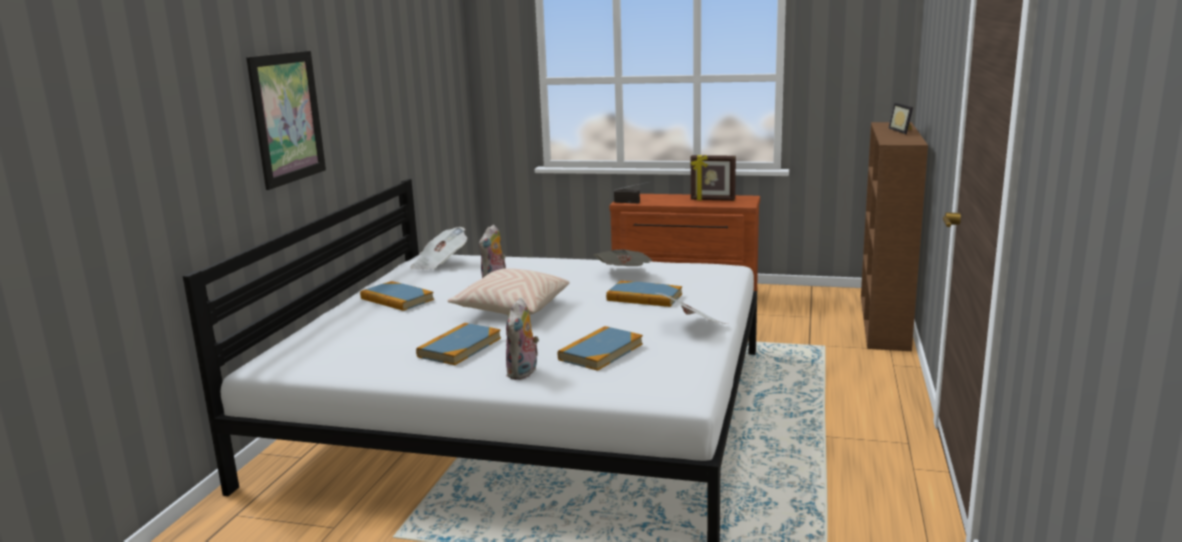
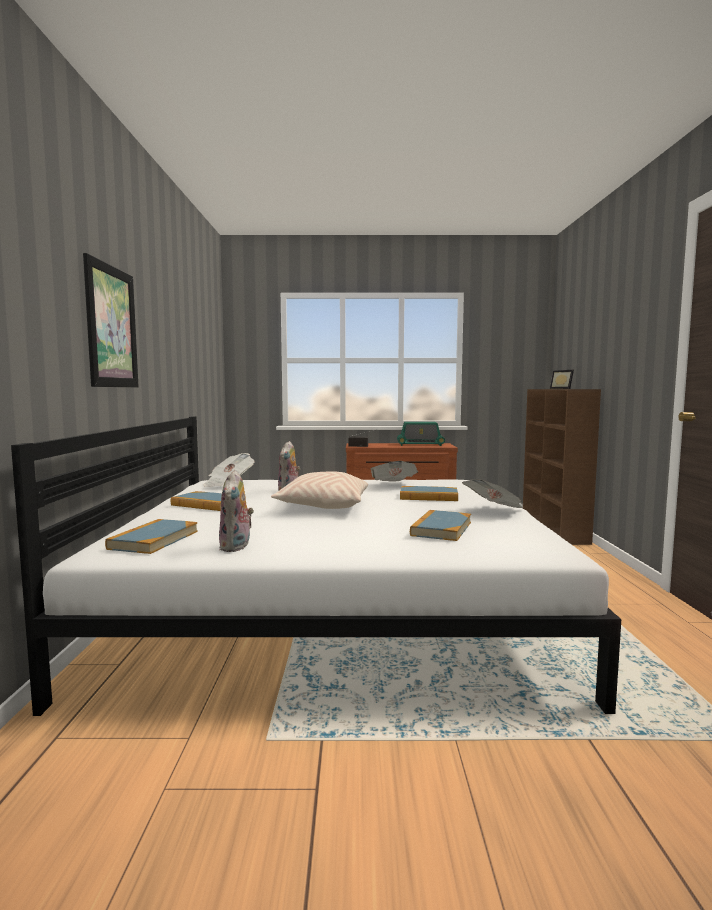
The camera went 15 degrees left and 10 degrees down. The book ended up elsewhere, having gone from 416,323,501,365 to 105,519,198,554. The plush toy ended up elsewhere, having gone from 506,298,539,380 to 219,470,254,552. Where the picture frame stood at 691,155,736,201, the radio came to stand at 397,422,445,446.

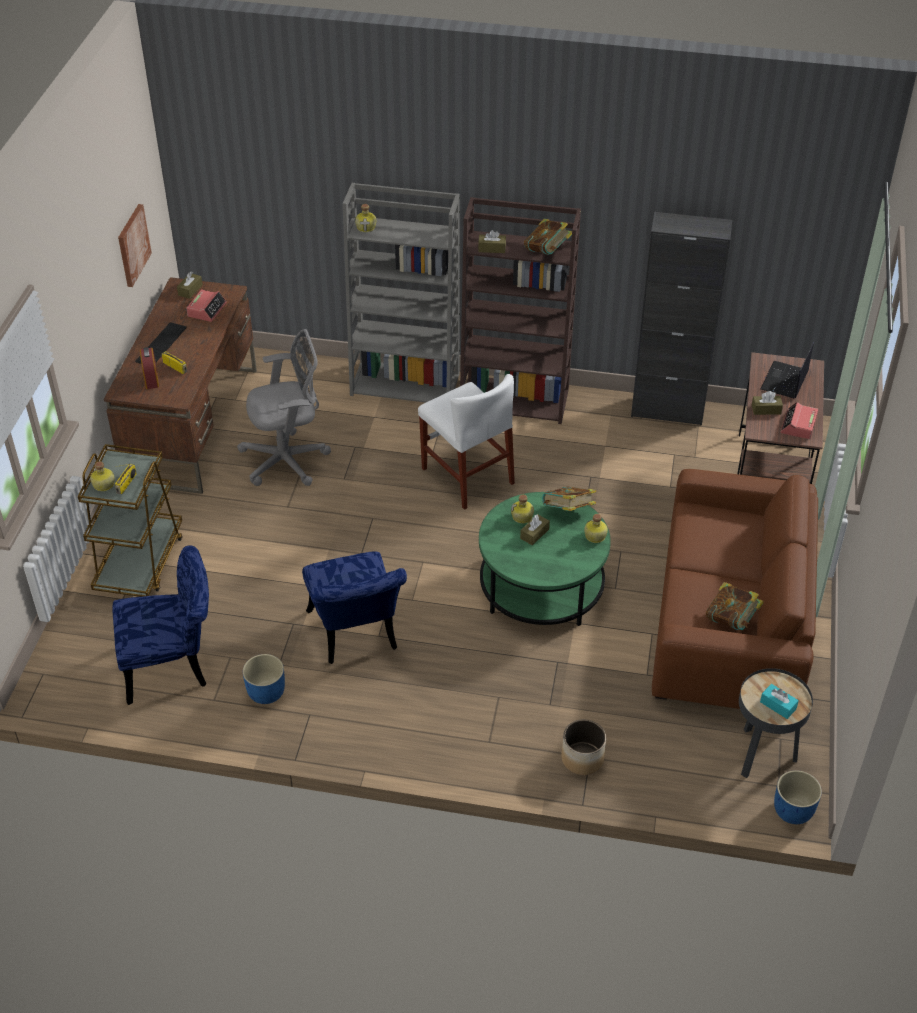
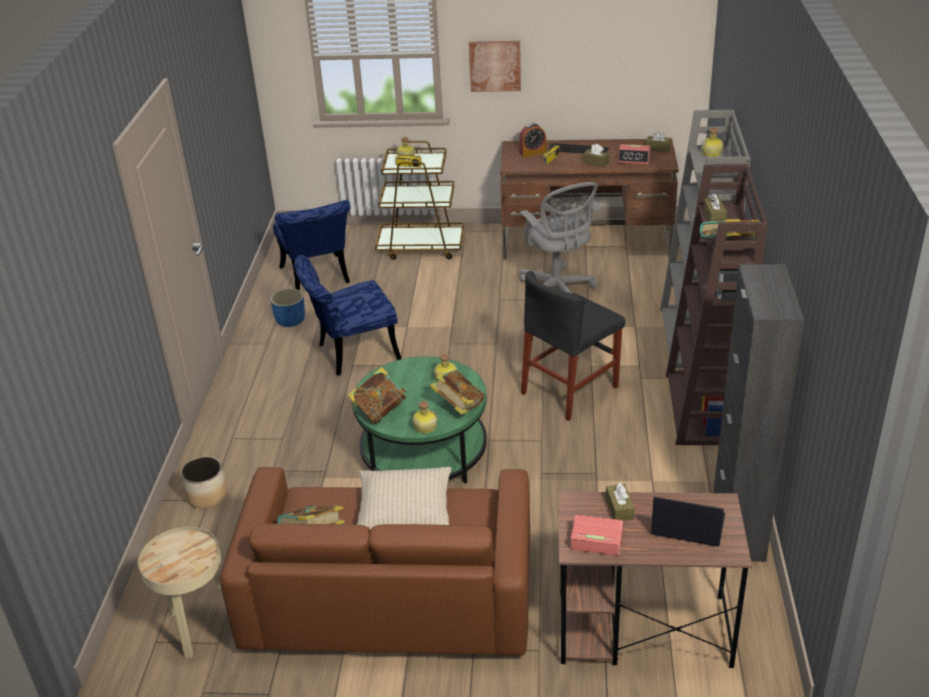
The camera went 85 degrees right and 10 degrees down. The picture ended up elsewhere, having gone from 118,204,152,287 to 469,41,521,92. What was the white chair at 418,374,515,510 turned into the black chair at 521,271,625,421. The brown tissue box ended up elsewhere, having gone from 520,514,550,545 to 583,144,609,167. What was the black side table at 739,668,813,778 turned into the beige side table at 138,527,224,658. The second view lost the turquoise tissue box at 760,684,799,719. The second view lost the blue planter at 774,770,822,824. The second view gained the book at 347,367,407,424. The second view gained the beige pillow at 357,467,452,530.

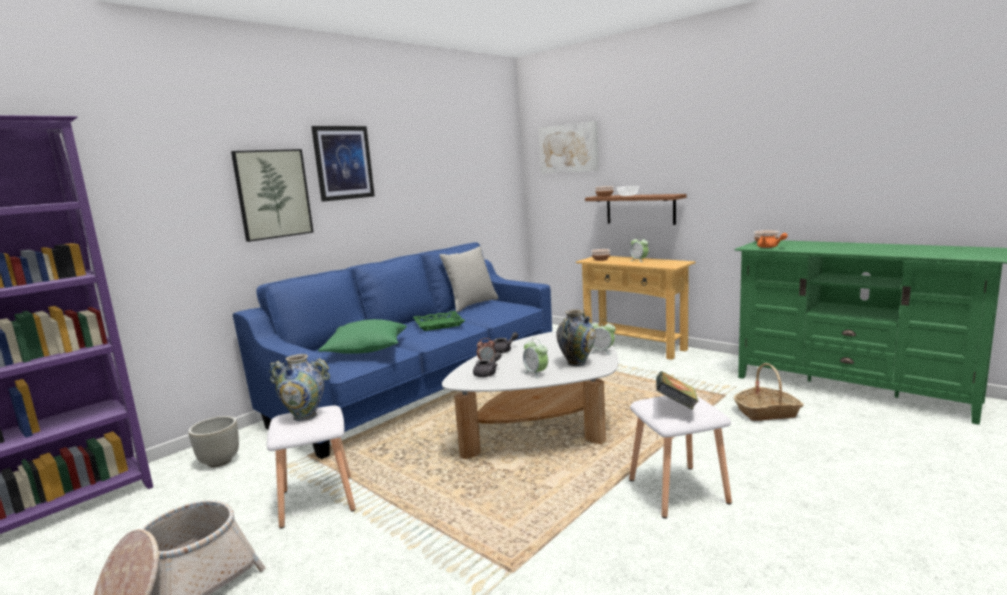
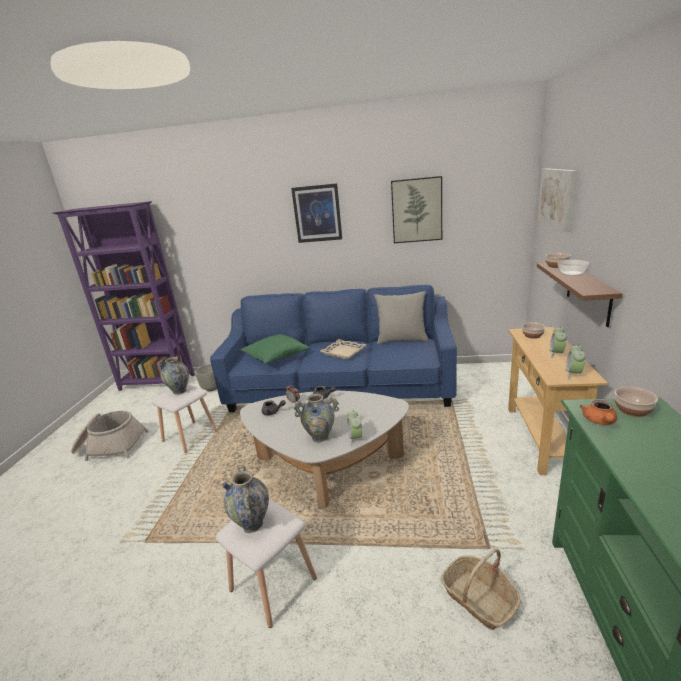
The camera went 55 degrees right and 10 degrees up. The picture ended up elsewhere, having gone from 231,149,314,242 to 391,176,442,243. What was the green tray at 413,311,465,331 turned into the beige tray at 320,339,366,360. The alarm clock ended up elsewhere, having gone from 523,338,548,379 to 565,344,585,379. Where the book stood at 656,371,699,410, the vase came to stand at 222,465,269,533.

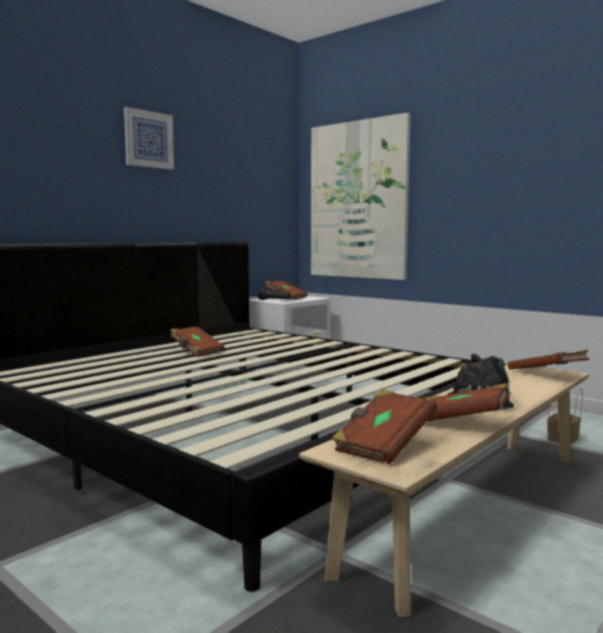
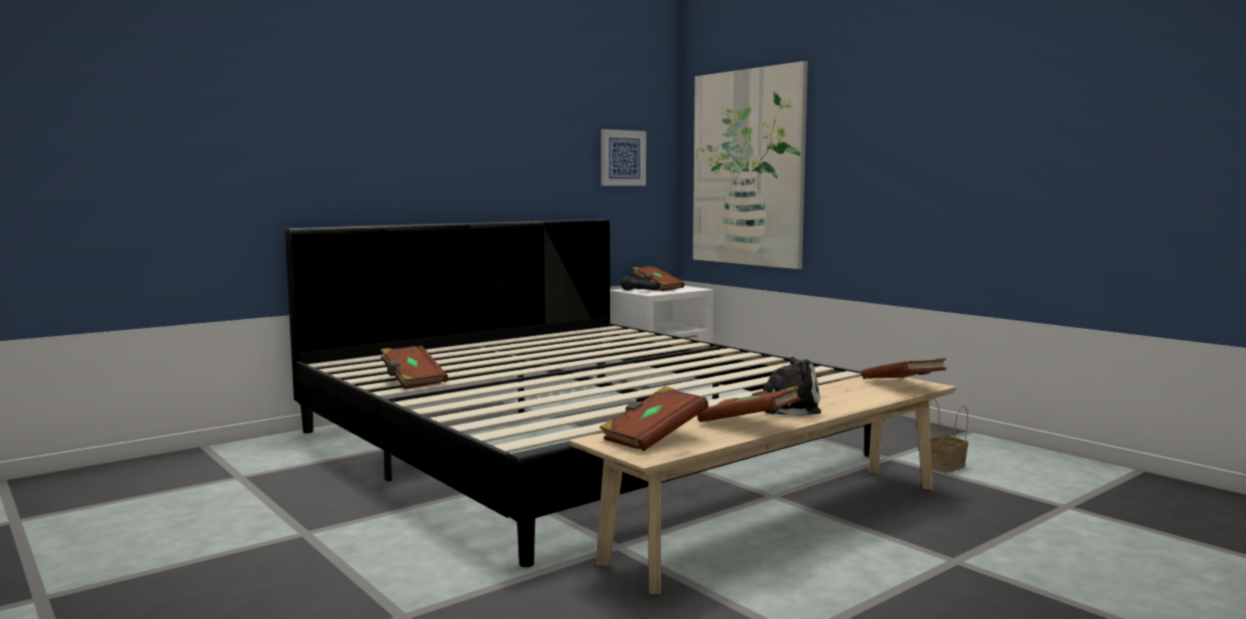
The camera went 10 degrees right and 0 degrees up. The picture ended up elsewhere, having gone from 124,107,174,170 to 601,129,646,186. The brown book ended up elsewhere, having gone from 170,326,225,357 to 381,345,448,389.

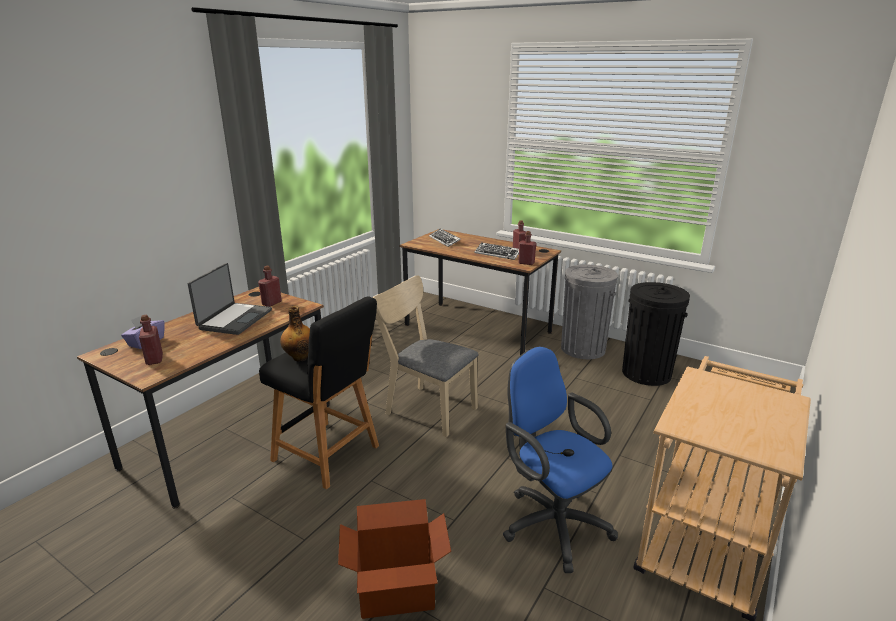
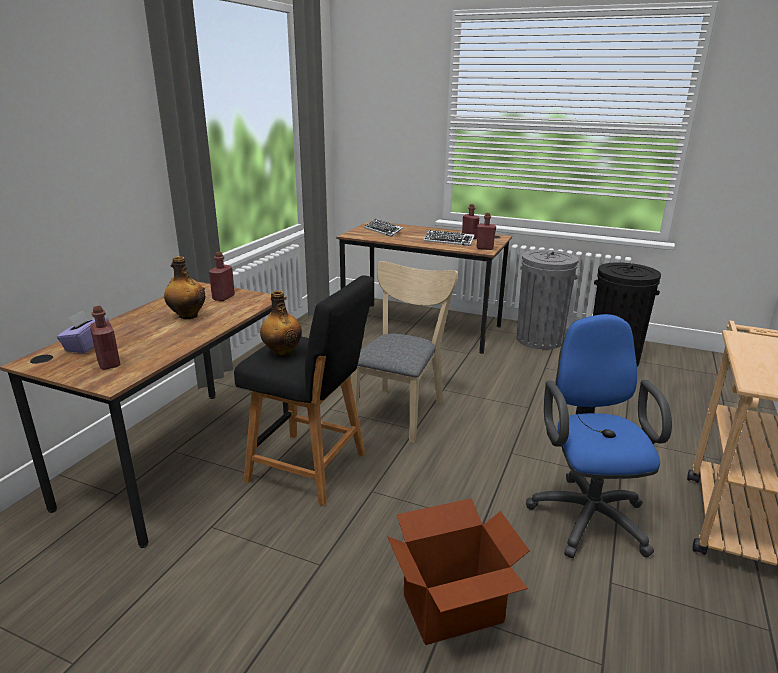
The camera went 10 degrees left and 0 degrees up. Where the laptop stood at 188,263,272,335, the bottle came to stand at 164,256,205,319. The beige chair at 372,275,479,437 ended up facing another way, 90 degrees clockwise from before. The blue office chair at 503,346,618,573 ended up facing another way, 45 degrees clockwise from before.

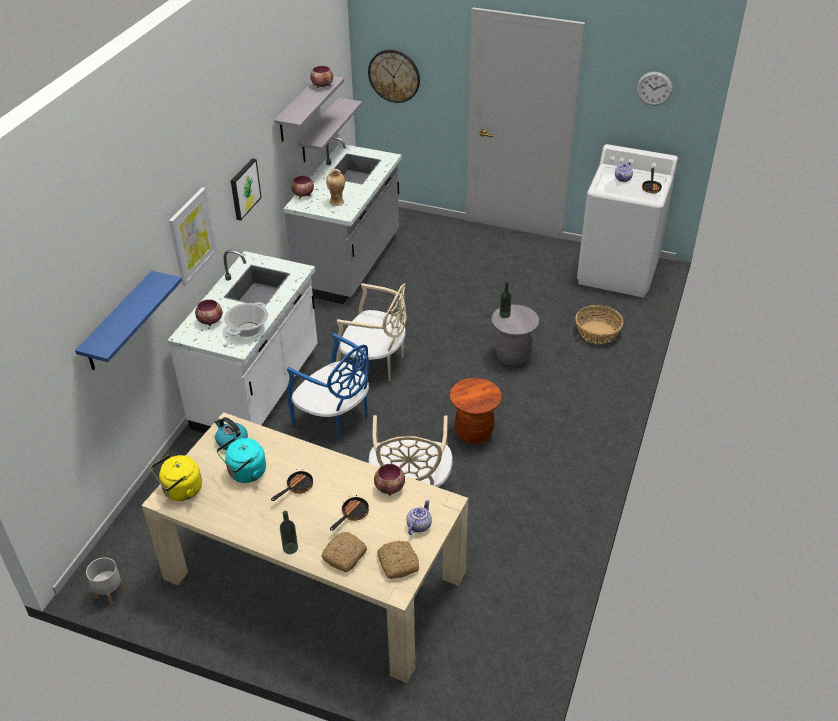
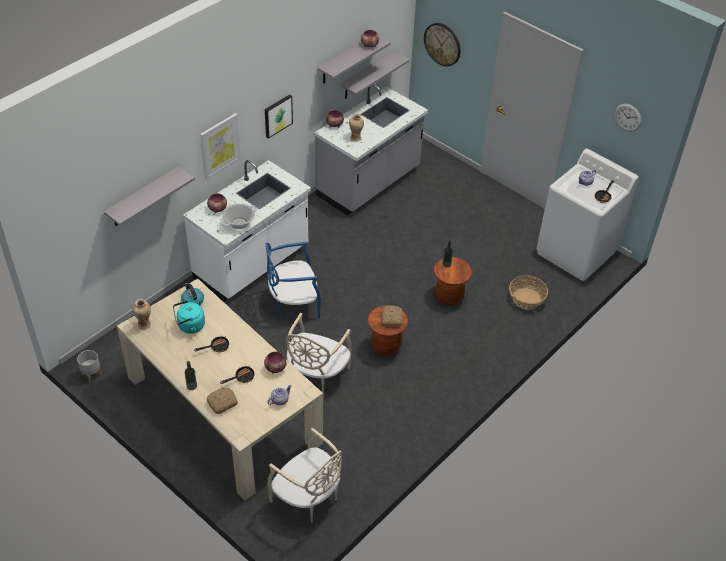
The camera went 20 degrees right and 5 degrees up. What was the blue shelf at 75,271,182,370 turned into the grey shelf at 104,166,195,226. Where the yellow kettle stood at 151,455,202,501, the vase came to stand at 133,299,151,329. The blue chair at 287,333,369,441 ended up facing another way, 105 degrees clockwise from before. The beige chair ended up elsewhere, having gone from 336,283,407,381 to 267,428,342,523. The bread ended up elsewhere, having gone from 377,541,419,579 to 381,305,403,326. What was the grey stool at 492,305,539,366 turned into the brown stool at 434,257,472,305.

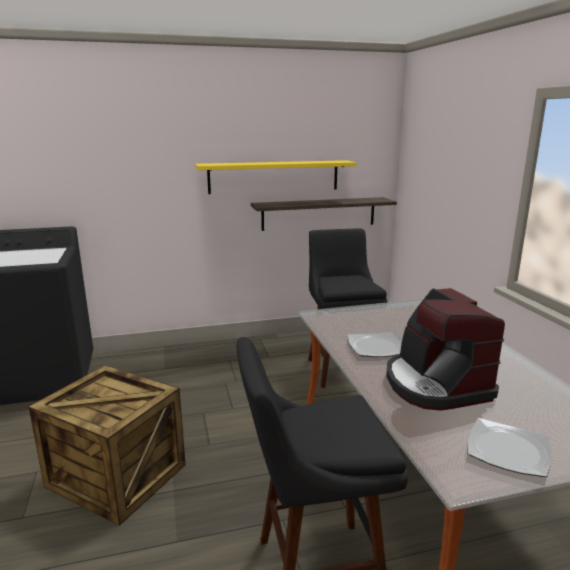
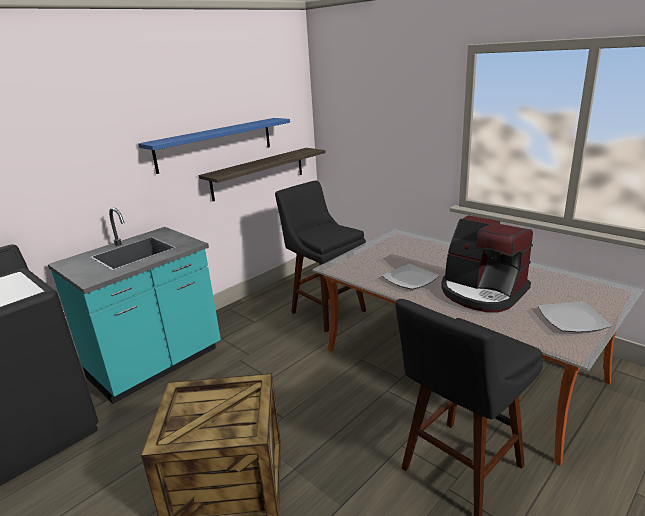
The camera went 30 degrees left and 5 degrees up. What was the yellow shelf at 195,160,356,194 turned into the blue shelf at 138,118,290,174. The second view gained the turquoise counter at 48,207,221,404.

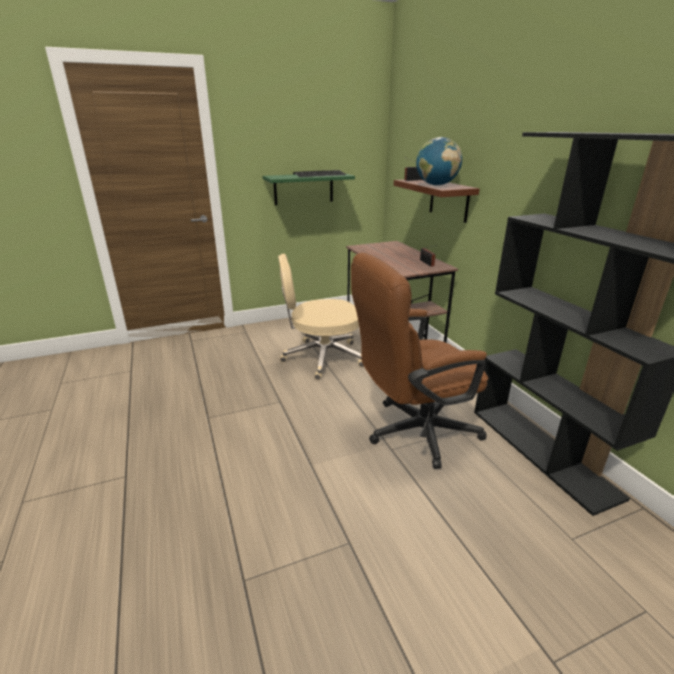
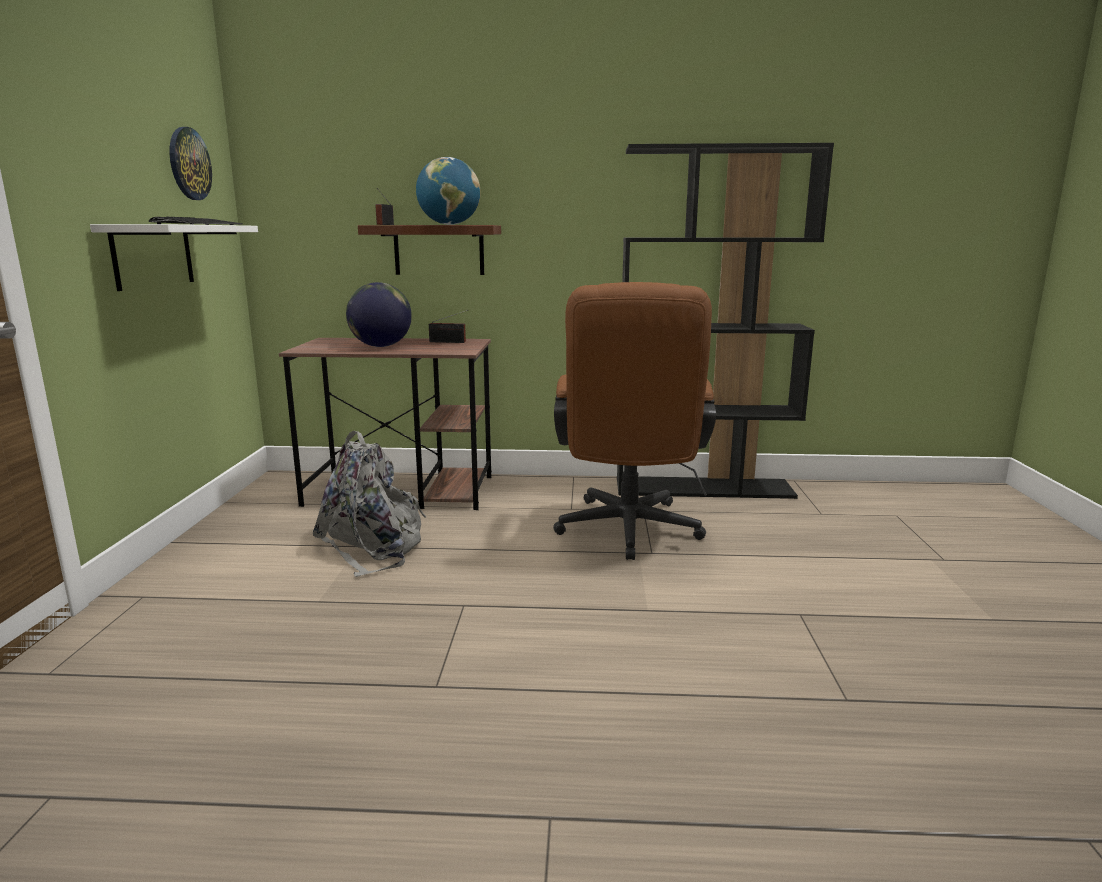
The camera went 65 degrees left and 10 degrees down. What was the green shelf at 263,174,355,205 turned into the white shelf at 90,224,258,291. Where the beige office chair stood at 278,254,364,380, the grey backpack came to stand at 313,431,427,577. The second view gained the wall clock at 169,127,212,200. The second view gained the globe at 346,282,412,347.

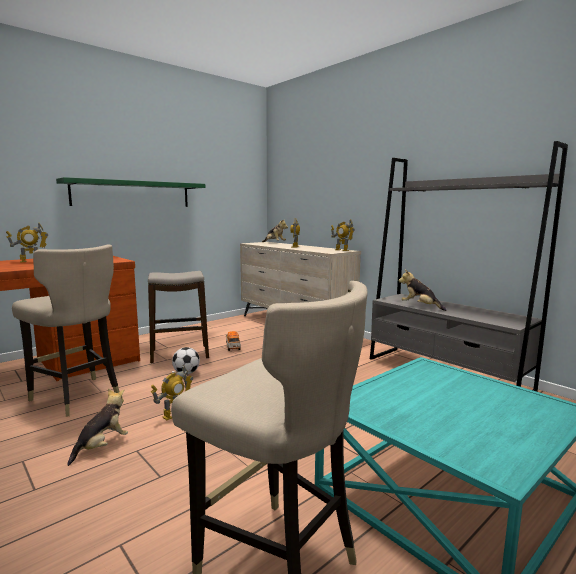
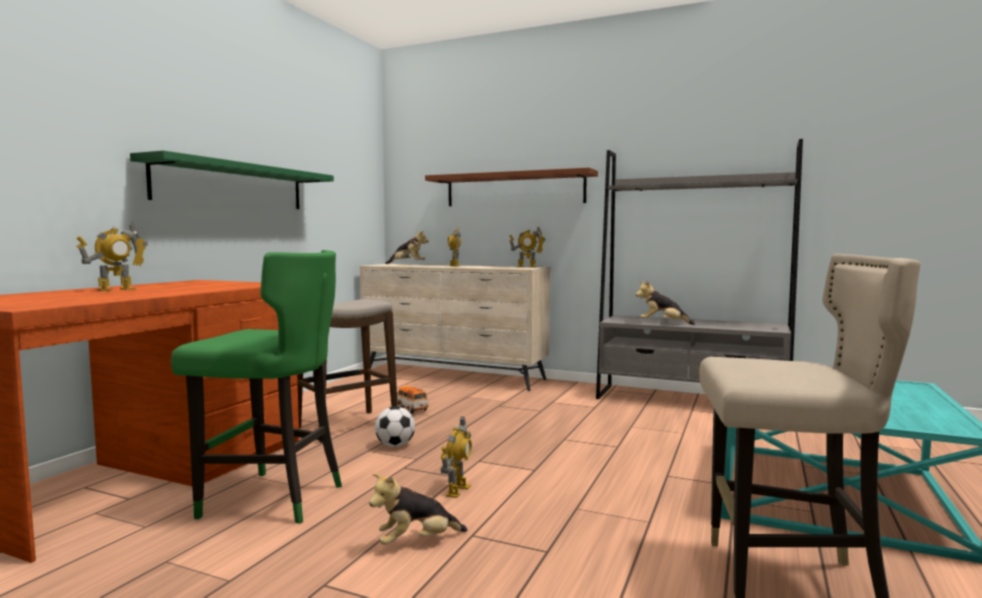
The camera went 25 degrees left and 5 degrees down. What was the beige stool at 12,244,120,417 turned into the green stool at 171,250,342,524. The plush toy at 67,389,128,466 ended up facing another way, 120 degrees counterclockwise from before. The second view gained the brown shelf at 425,168,598,206.

